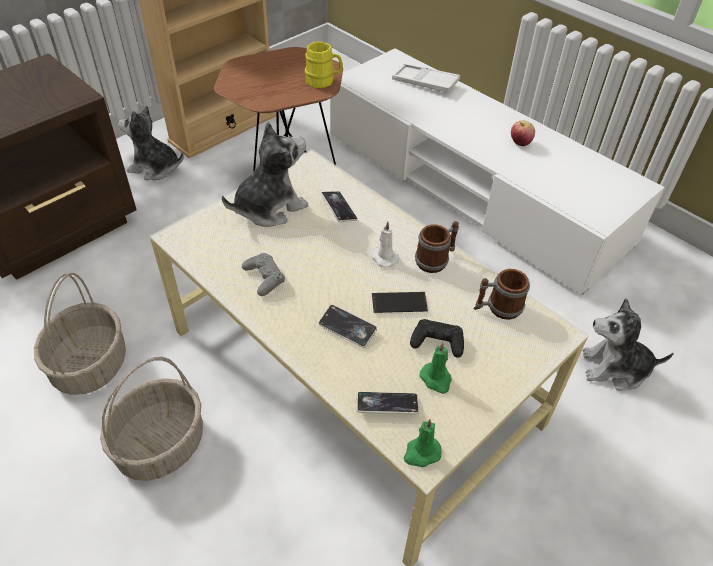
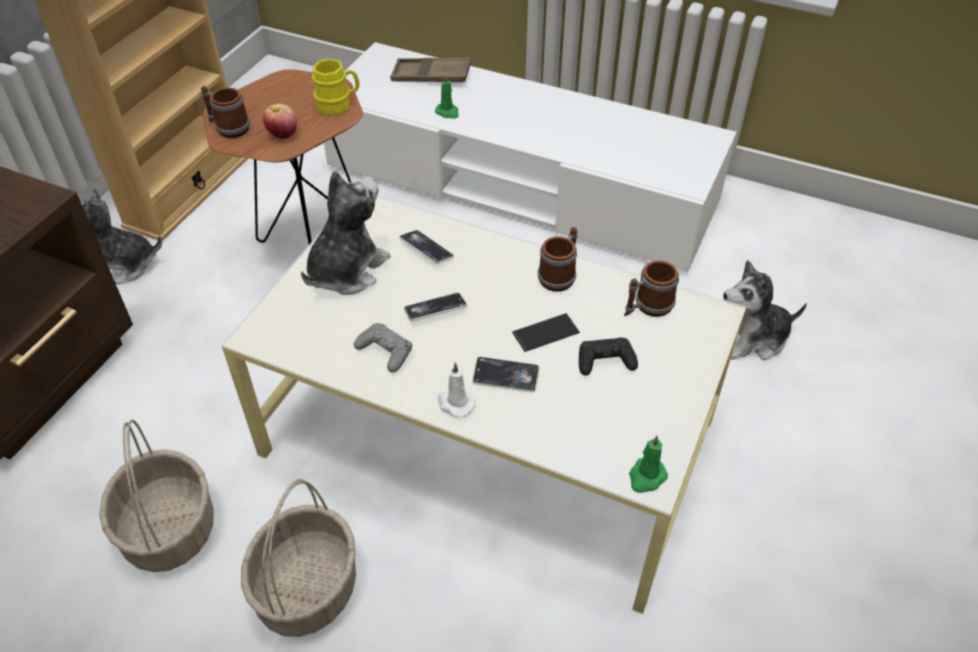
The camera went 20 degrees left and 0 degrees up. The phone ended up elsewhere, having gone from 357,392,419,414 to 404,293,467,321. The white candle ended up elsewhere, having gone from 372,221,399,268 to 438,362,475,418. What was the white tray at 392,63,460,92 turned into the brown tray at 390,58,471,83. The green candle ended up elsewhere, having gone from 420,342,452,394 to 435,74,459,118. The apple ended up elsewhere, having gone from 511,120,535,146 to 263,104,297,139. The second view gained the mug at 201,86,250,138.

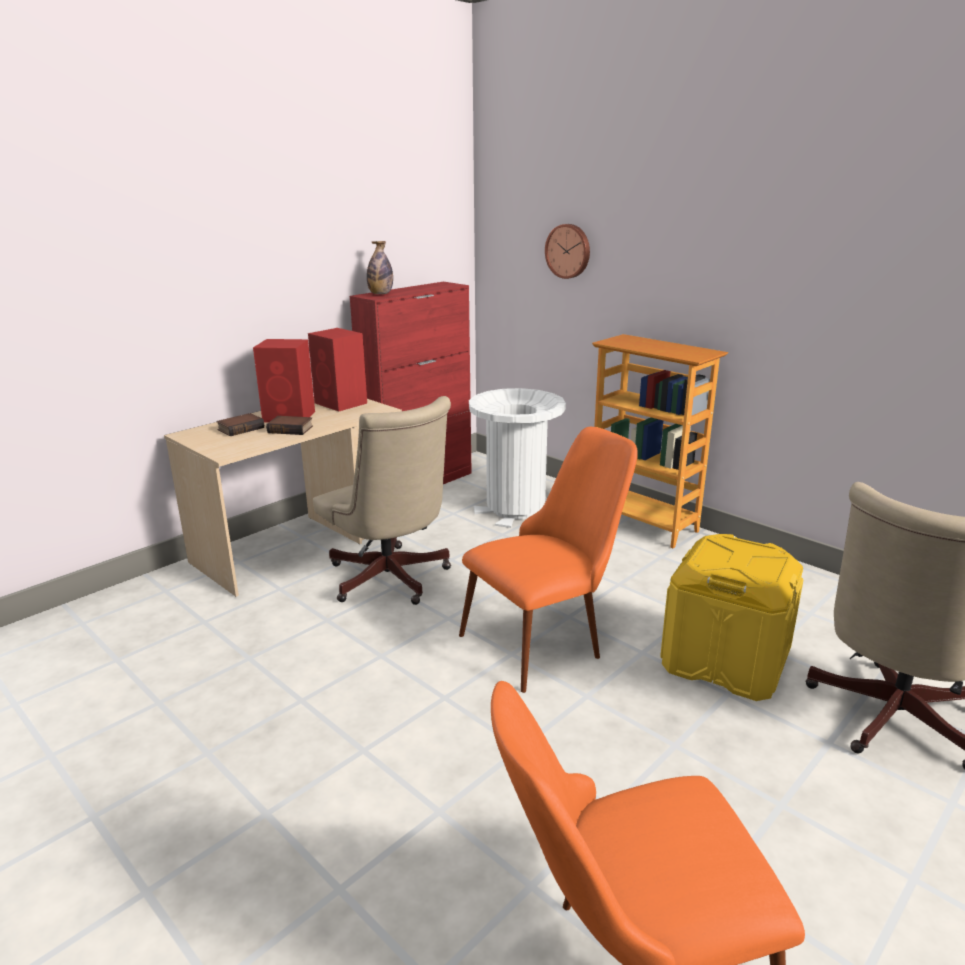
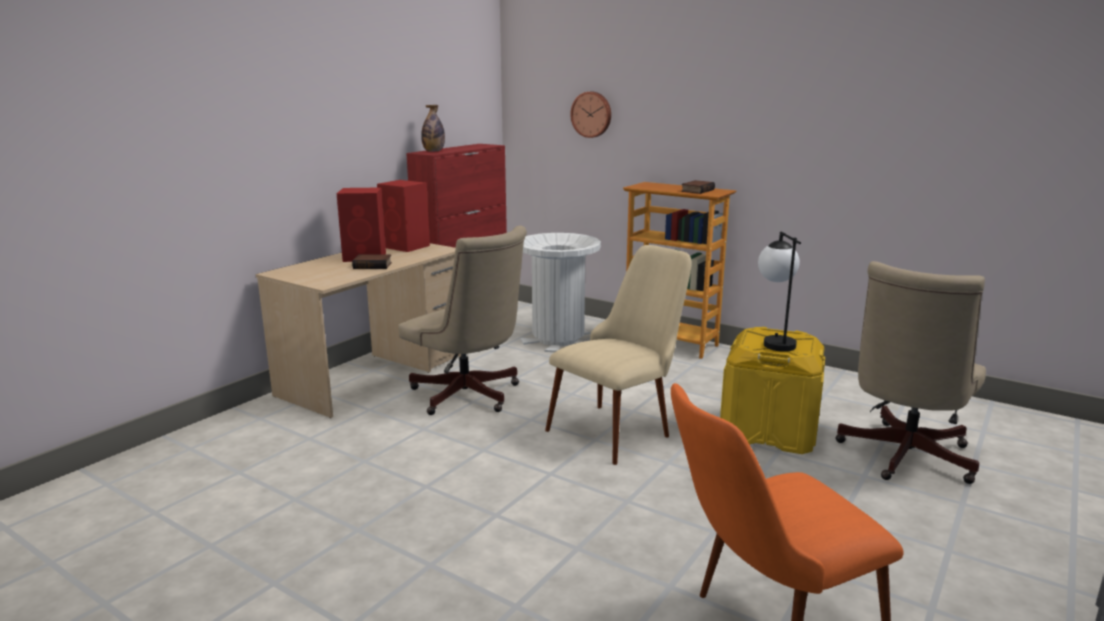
The camera went 10 degrees left and 5 degrees down. The book ended up elsewhere, having gone from 216,413,264,436 to 681,180,715,194. What was the orange chair at 459,427,638,693 turned into the beige chair at 545,245,692,465. The second view gained the table lamp at 758,231,801,352.

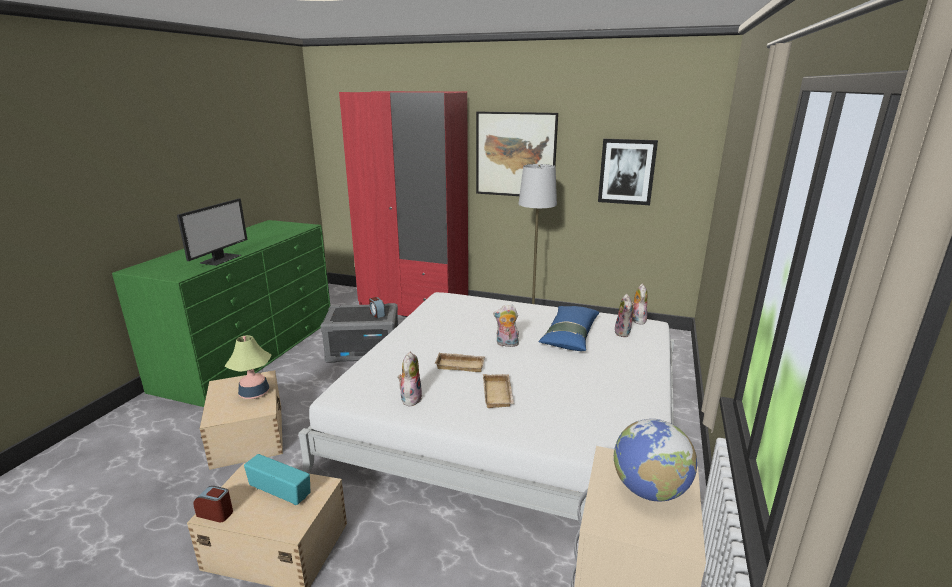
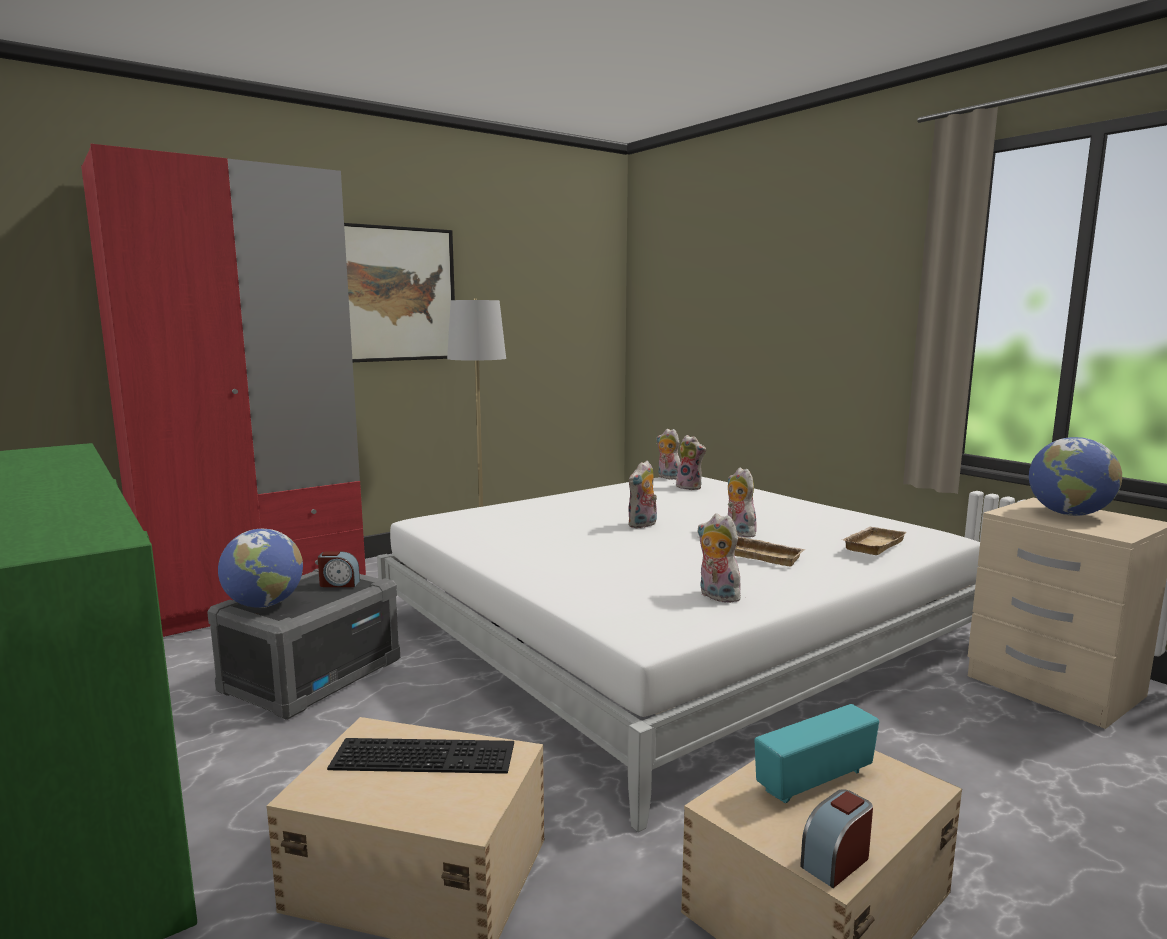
The camera went 55 degrees left and 10 degrees down. The second view lost the monitor at 177,198,248,266. Where the table lamp stood at 225,335,272,399, the keyboard came to stand at 327,738,514,774. The beige tray ended up elsewhere, having gone from 435,353,485,372 to 842,527,907,555. The second view lost the blue pillow at 539,306,599,351. The second view lost the picture at 598,139,658,205. The second view gained the globe at 218,529,303,608. The second view gained the plush toy at 728,467,759,537.

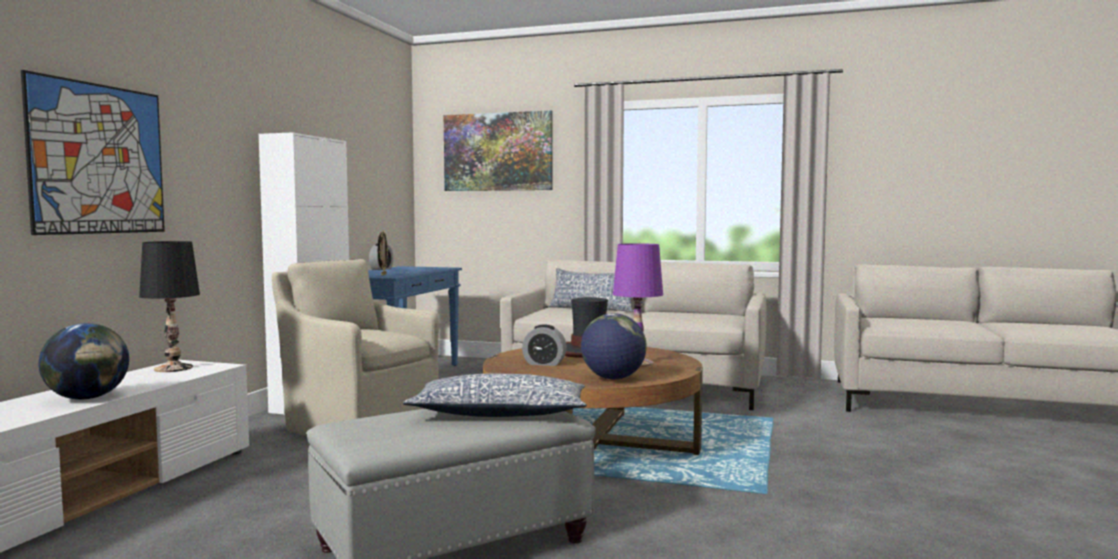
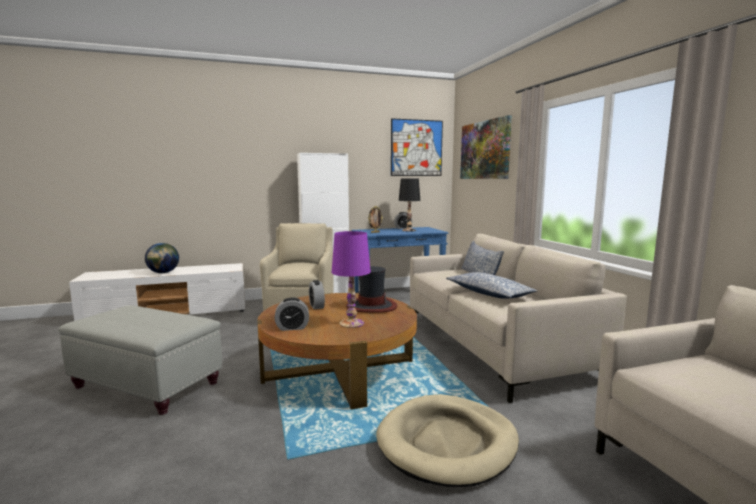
The camera went 55 degrees right and 5 degrees up. The picture ended up elsewhere, having gone from 21,70,165,235 to 391,118,443,176. The black table lamp ended up elsewhere, having gone from 139,241,200,372 to 399,178,420,231. The pillow ended up elsewhere, having gone from 403,374,587,417 to 446,272,537,299. Where the globe stood at 581,313,647,379, the alarm clock came to stand at 275,298,309,331. The second view gained the beige dog bed at 376,394,519,487.

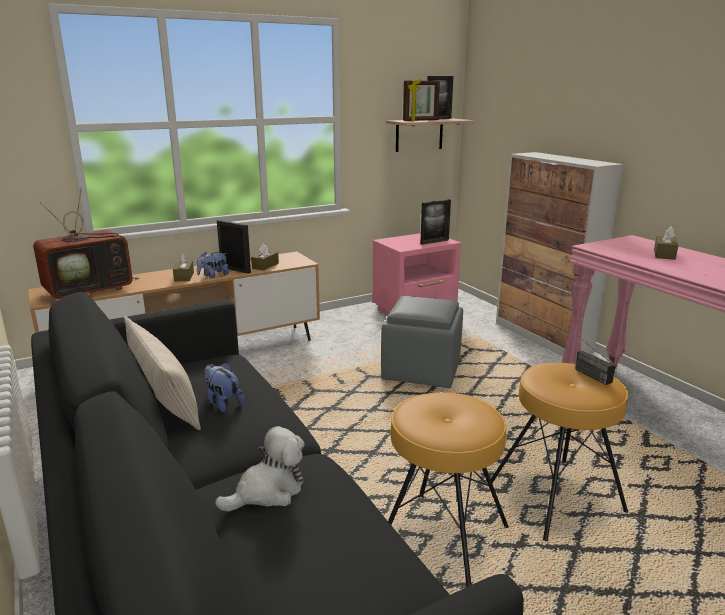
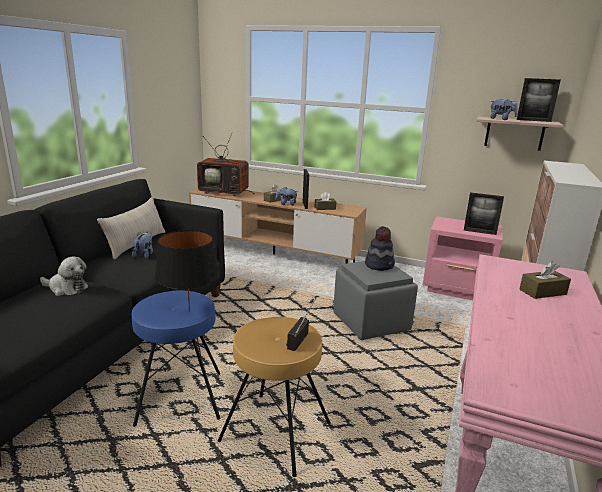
The camera went 50 degrees right and 0 degrees up. What was the brown stool at 388,392,509,587 turned into the blue stool at 132,290,220,427. Where the picture frame stood at 403,79,440,121, the plush toy came to stand at 490,99,518,120. The second view gained the black table lamp at 154,230,220,312. The second view gained the hat at 365,226,395,271.

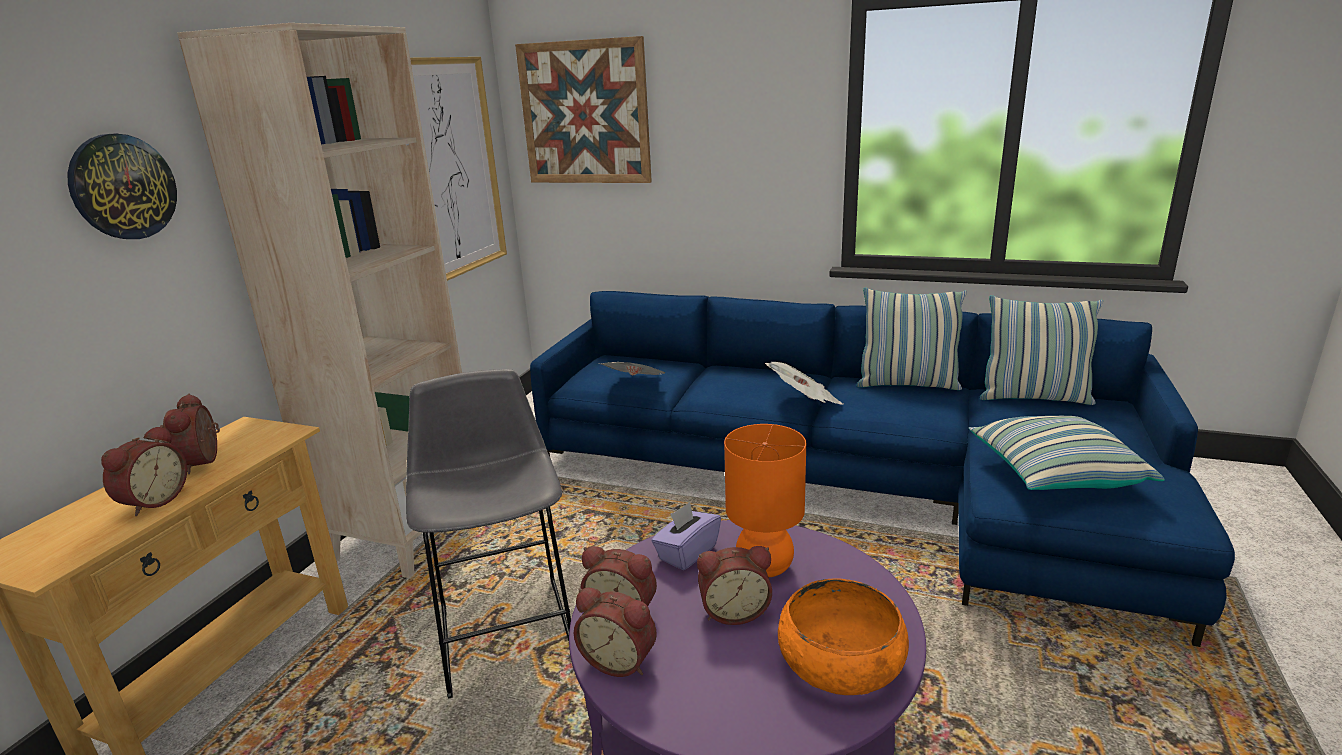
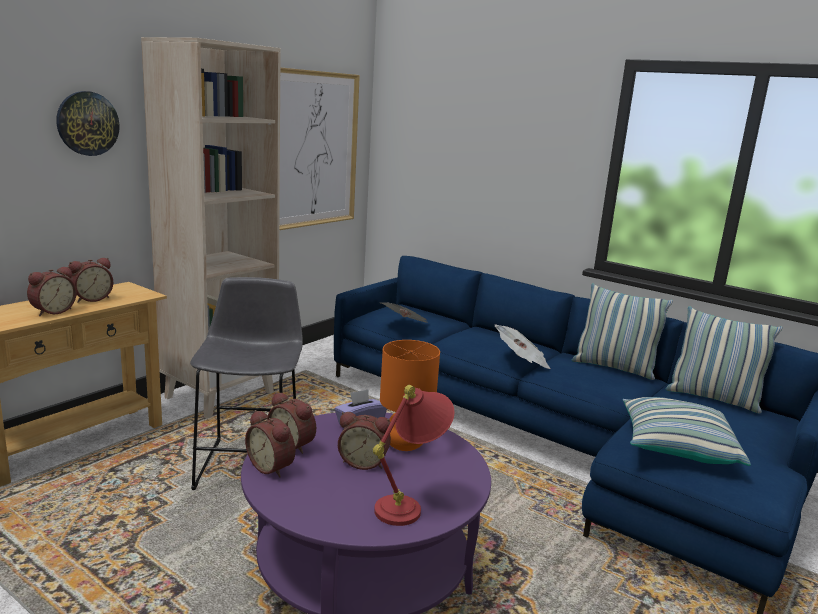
The camera went 15 degrees right and 5 degrees down. The alarm clock at 163,393,220,474 ended up facing another way, 135 degrees counterclockwise from before. The second view lost the picture at 515,36,652,183. Where the orange bowl stood at 778,579,909,695, the red table lamp came to stand at 372,385,455,526.

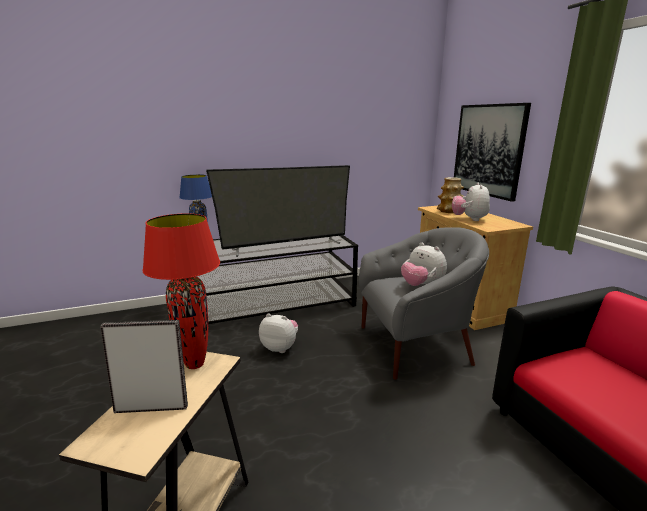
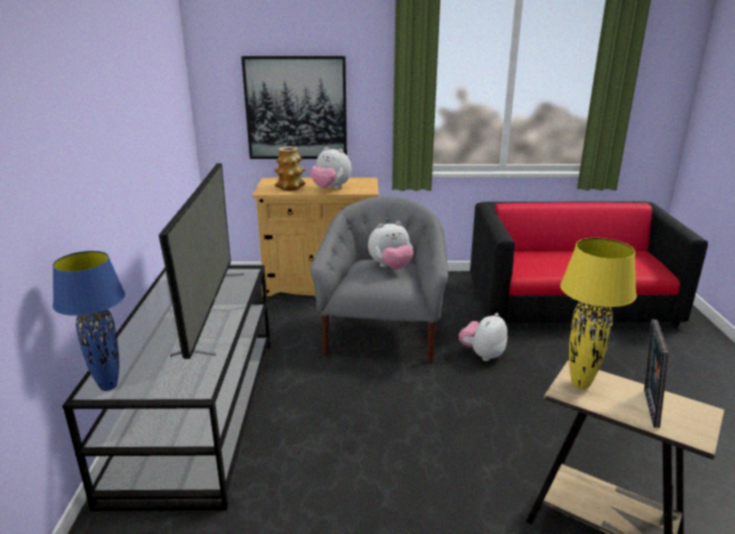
The camera went 70 degrees left and 5 degrees up. What was the red table lamp at 142,214,220,369 turned into the yellow table lamp at 560,238,636,389. The plush toy ended up elsewhere, having gone from 259,314,298,353 to 459,313,507,361.

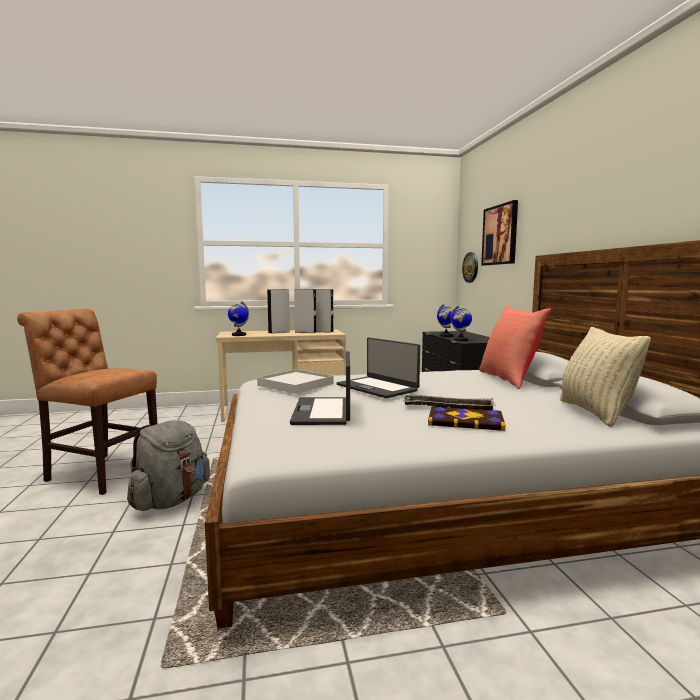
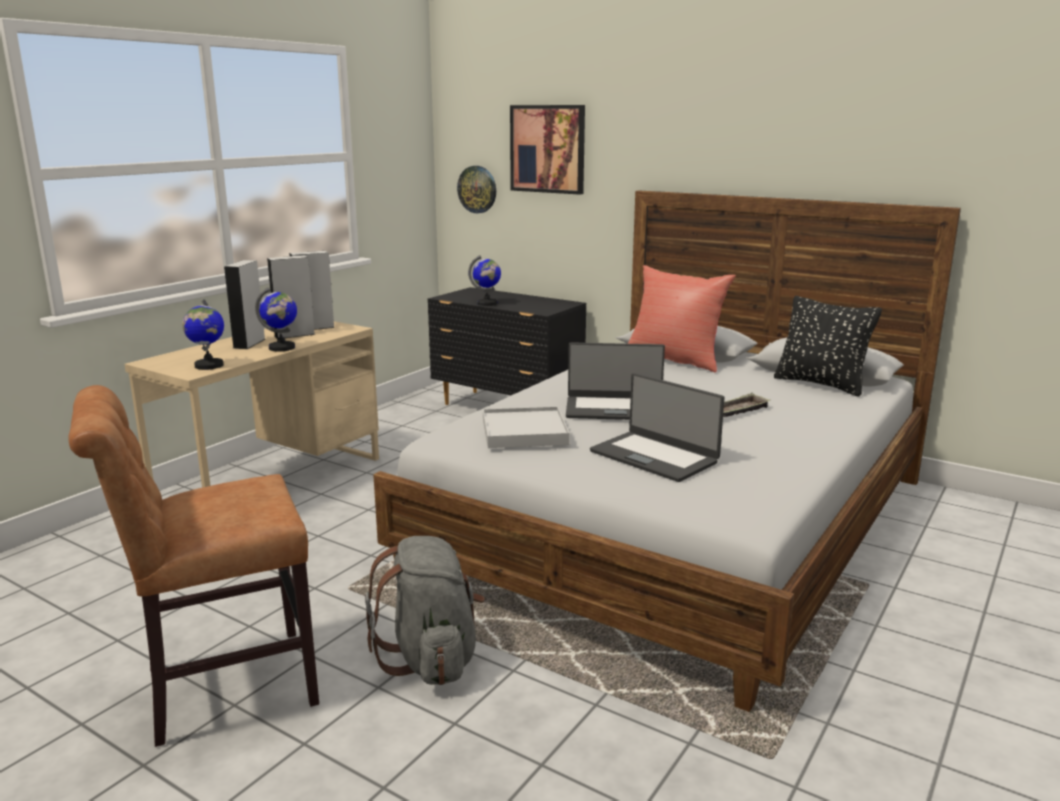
The camera went 45 degrees left and 10 degrees up. The second view lost the book at 428,406,505,431. The globe ended up elsewhere, having gone from 451,306,472,341 to 255,287,297,352. What was the beige pillow at 560,327,651,427 turned into the black pillow at 774,296,882,397.

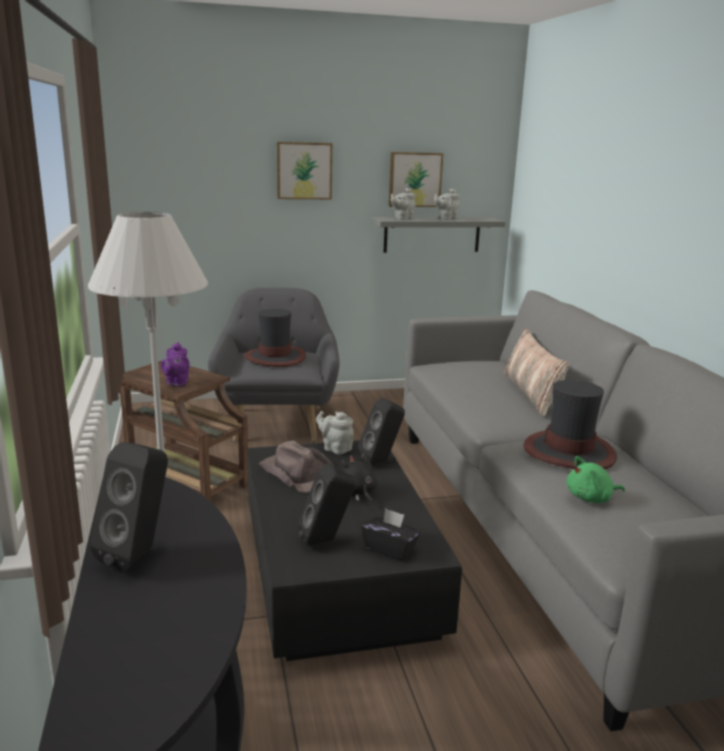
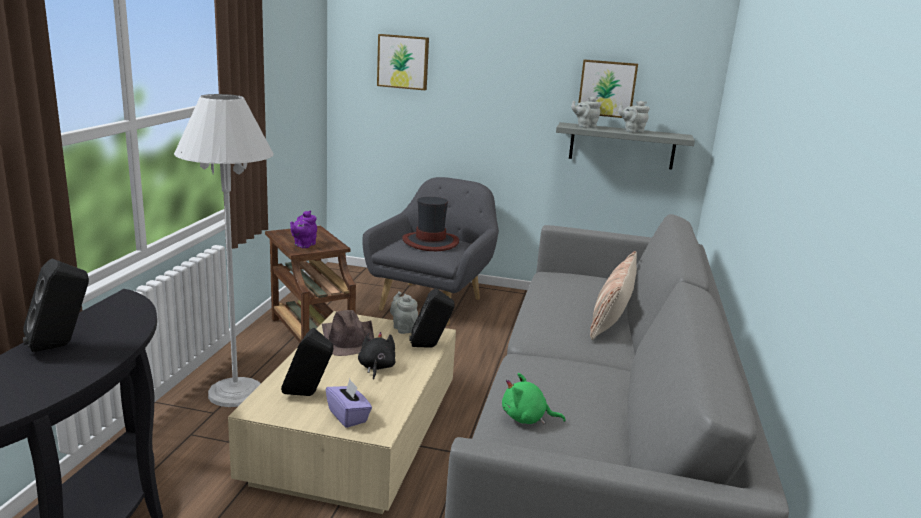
The camera went 25 degrees right and 0 degrees up. What was the black coffee table at 247,440,462,661 turned into the beige coffee table at 228,311,456,514. The picture ended up elsewhere, having gone from 277,142,332,199 to 377,34,429,90. What was the black tissue box at 361,508,420,561 turned into the purple tissue box at 326,379,372,428. The second view lost the hat at 524,380,617,469.

